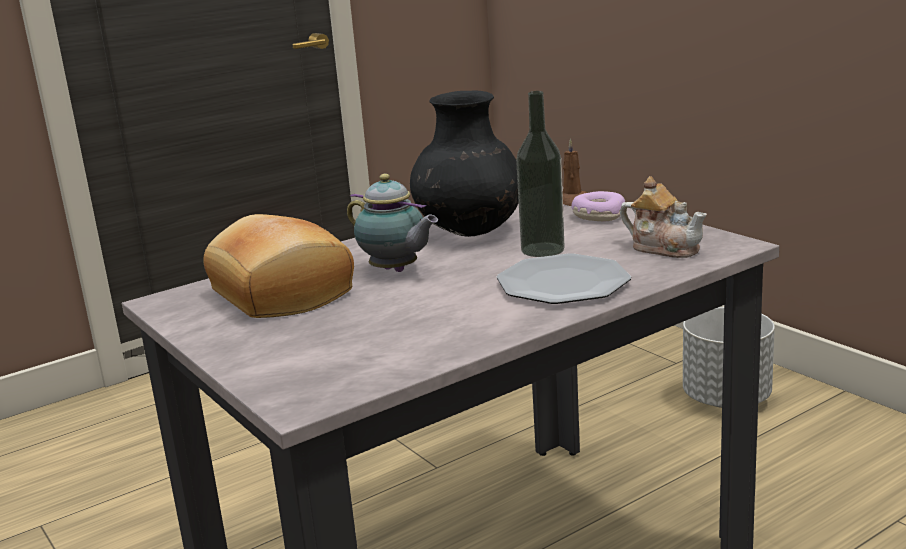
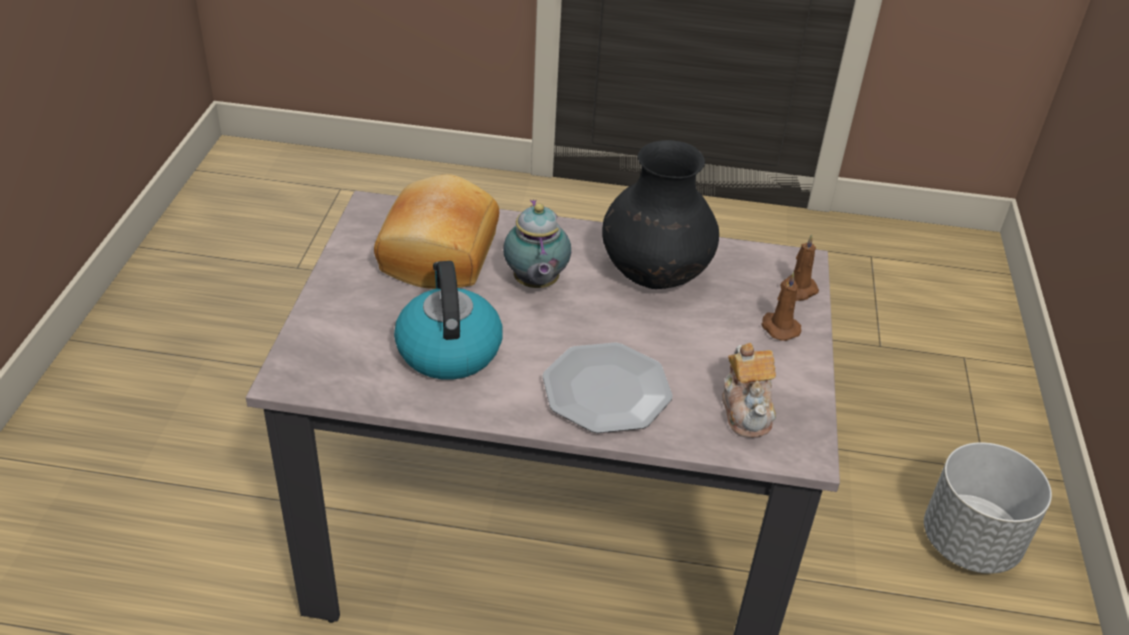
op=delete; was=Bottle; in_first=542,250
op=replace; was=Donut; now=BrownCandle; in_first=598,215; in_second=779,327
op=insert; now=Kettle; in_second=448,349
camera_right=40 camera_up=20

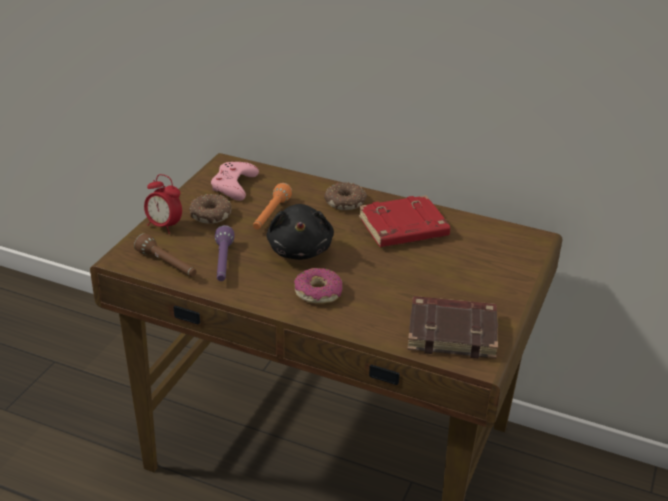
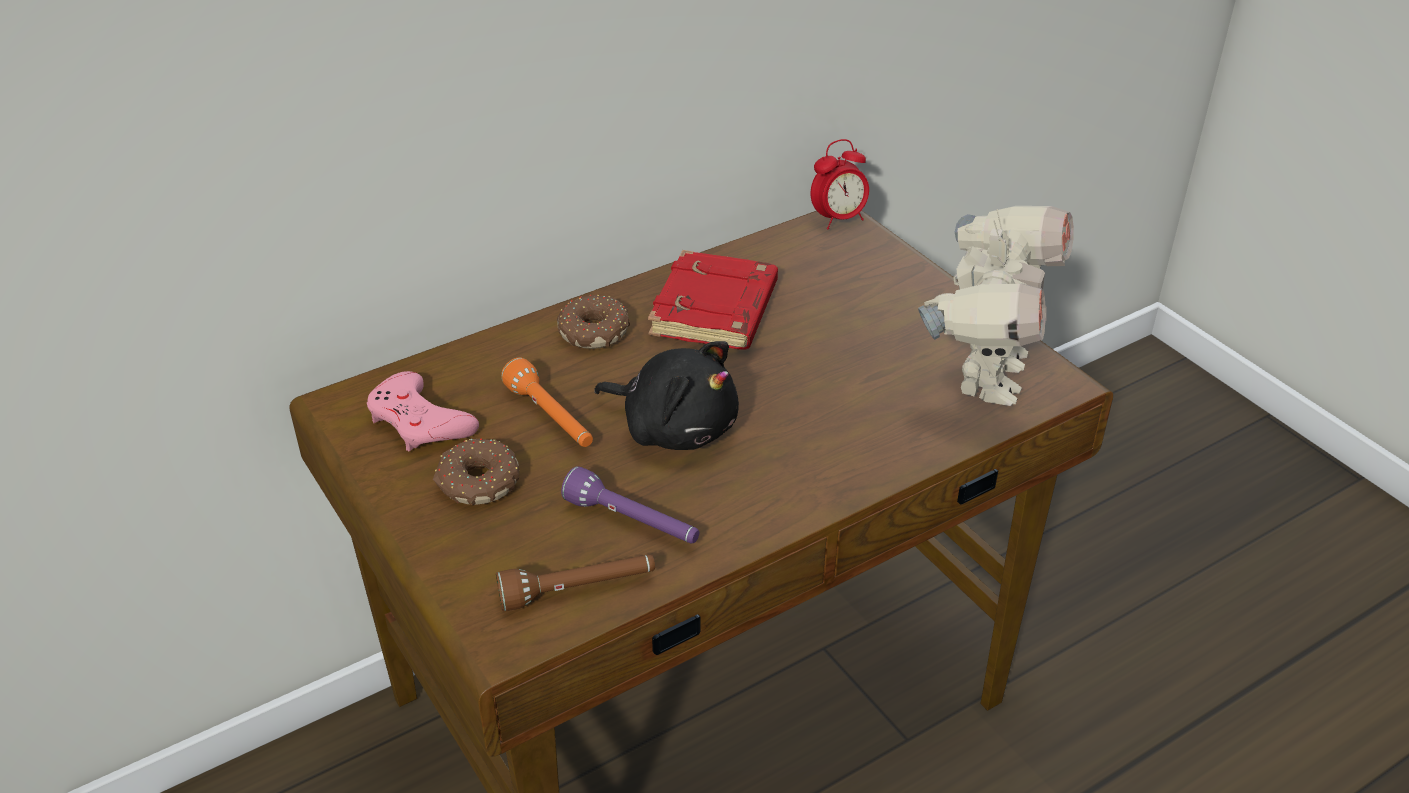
op=move; was=AlarmClock; in_first=164,226; in_second=838,219
op=delete; was=Donut; in_first=318,292
op=replace; was=BrownBook; now=ToyRobot; in_first=453,332; in_second=984,376
camera_right=-55 camera_up=5

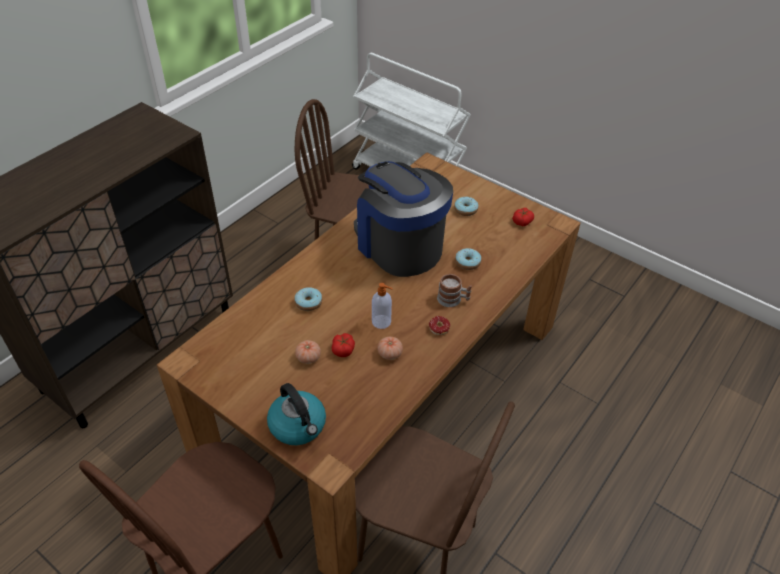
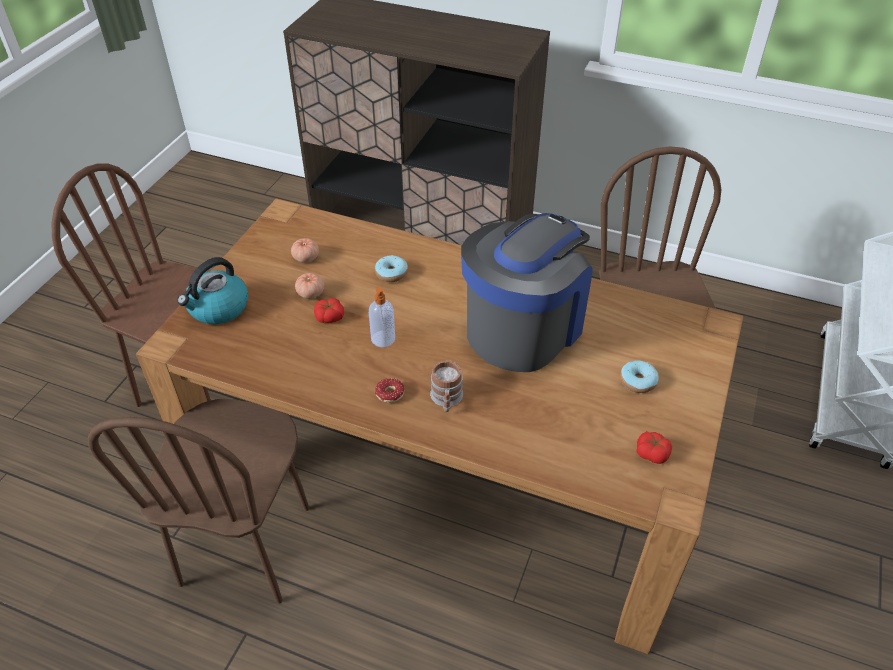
op=delete; was=Donut; in_first=467,263
op=move; was=Tomato; in_first=389,354; in_second=306,257
camera_right=75 camera_up=0

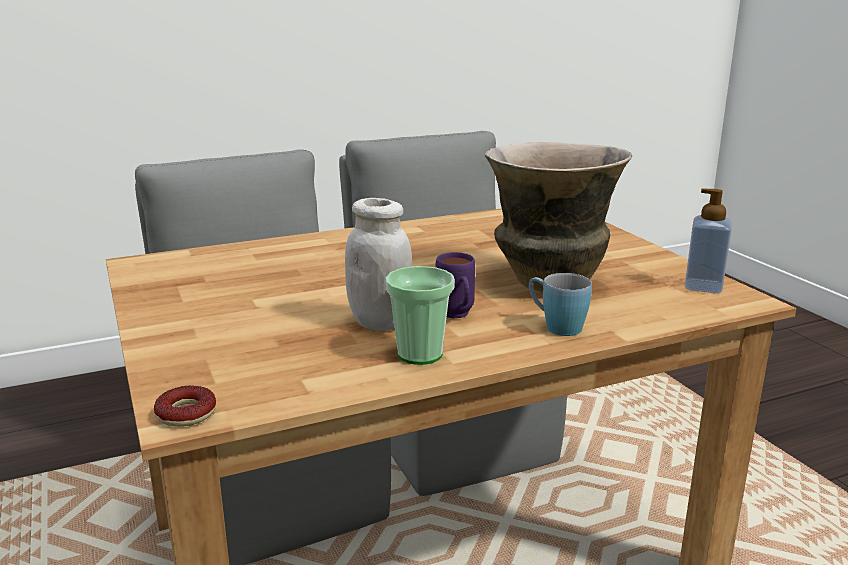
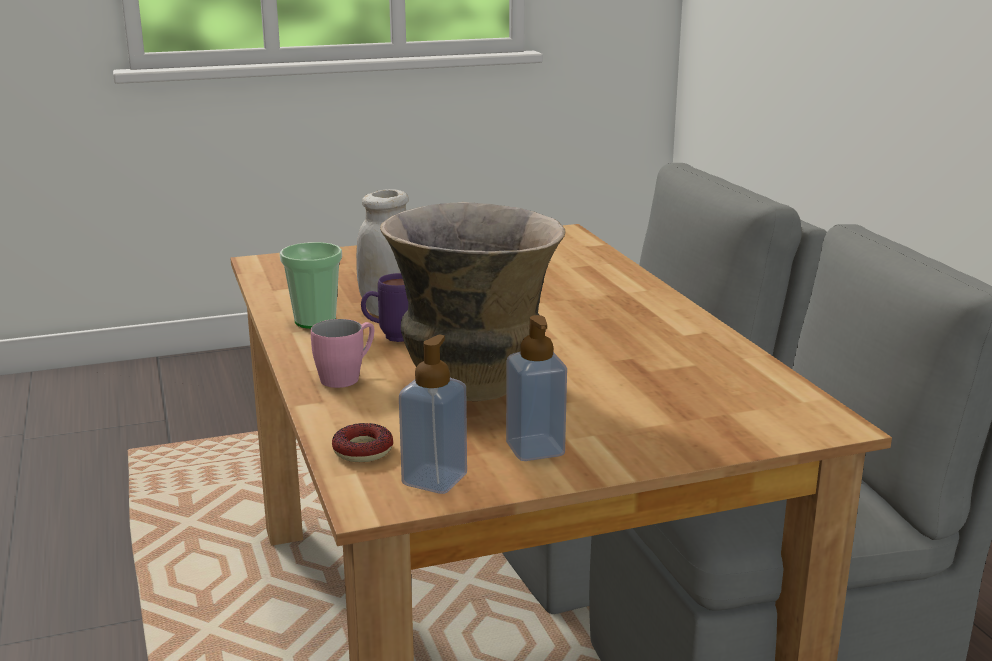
op=recolor; was=BlueMug; now=PinkMug; in_first=555,326; in_second=347,376
op=move; was=Donut; in_first=186,413; in_second=363,450
op=insert; now=SoapDispenser; in_second=535,449
camera_right=95 camera_up=0

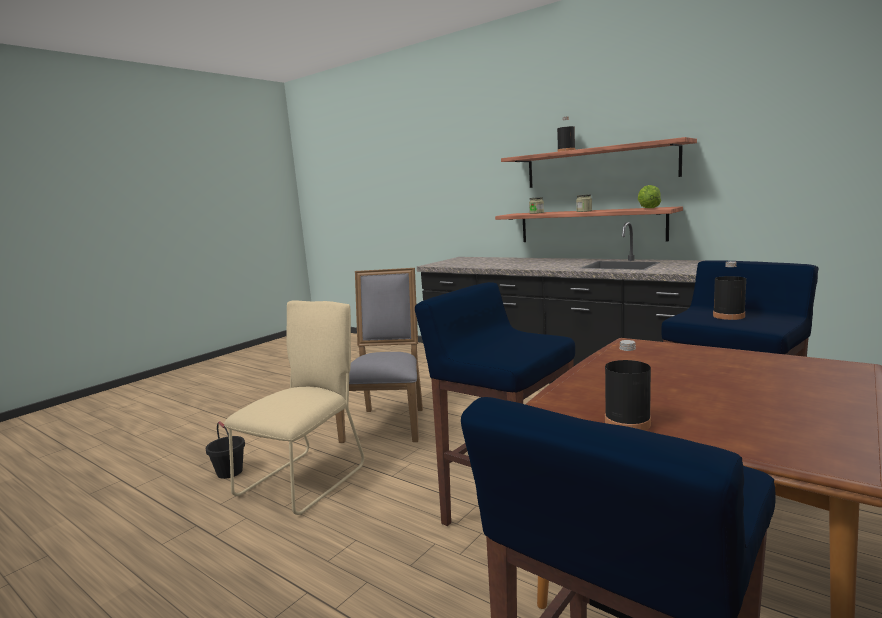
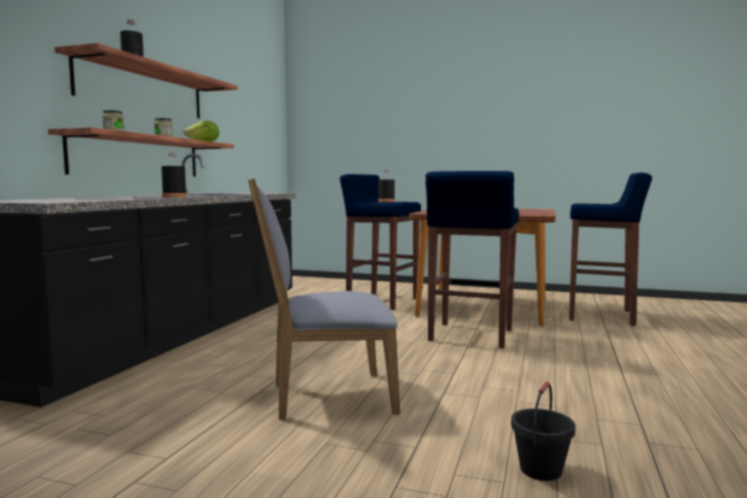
op=delete; was=BeigeChair; in_first=307,478
op=move; was=BlackBottle; in_first=627,422; in_second=174,197
camera_right=-110 camera_up=-5

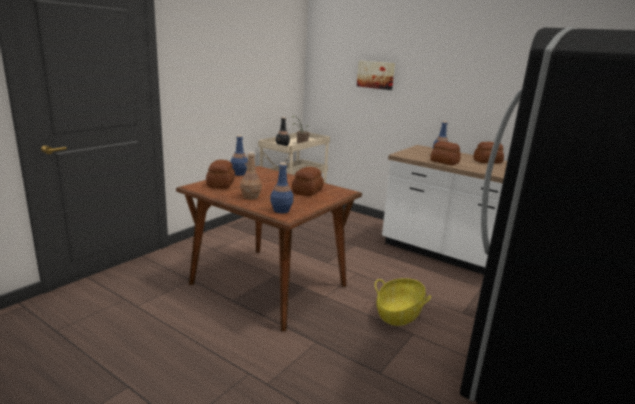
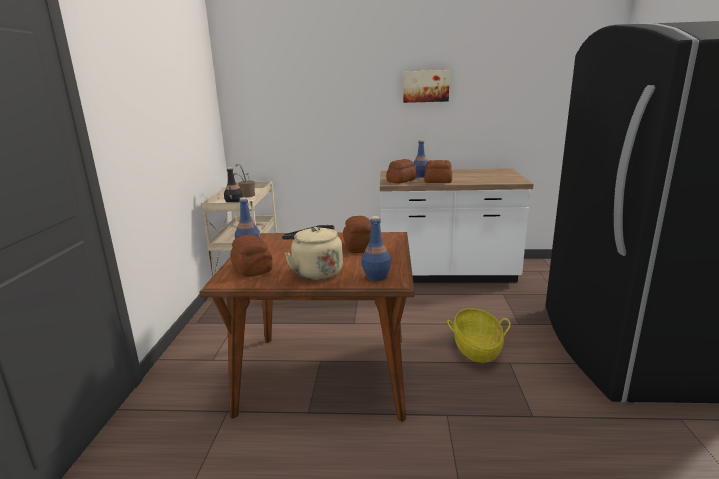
op=move; was=Picture; in_first=376,75; in_second=425,86
op=move; was=Bread; in_first=487,161; in_second=400,181
op=replace; was=BrownBottle; now=BeigeKettle; in_first=251,197; in_second=315,272
camera_right=-30 camera_up=0

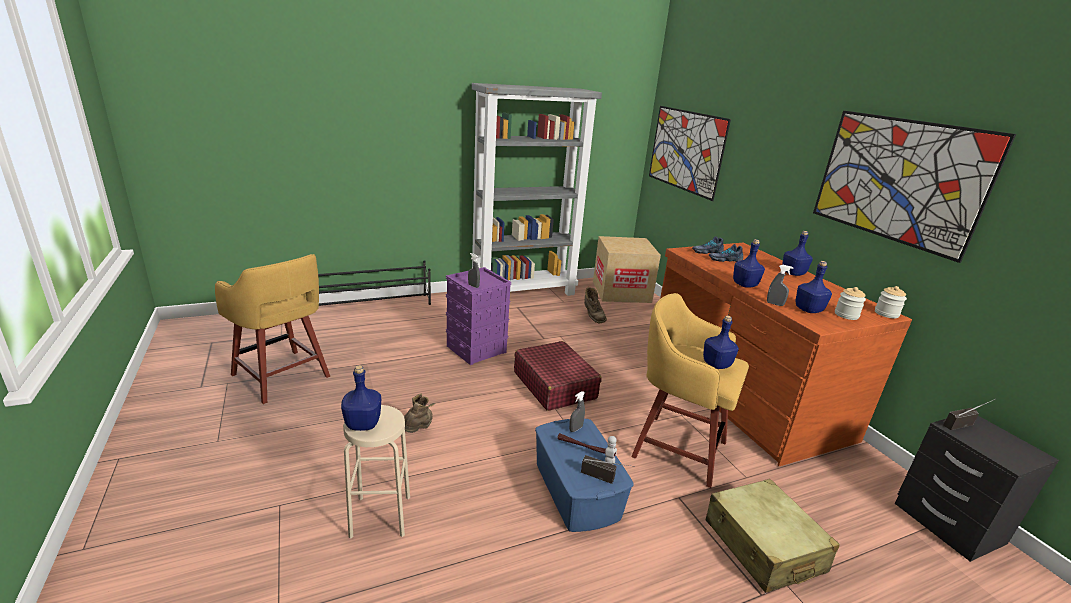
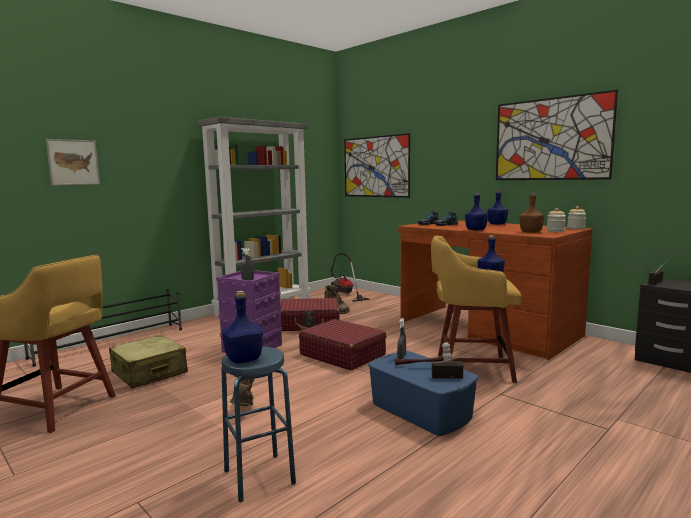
op=replace; was=CardboardBox; now=VacuumCleaner; in_first=621,291; in_second=345,294
op=recolor; was=BlueBottle; now=BrownBottle; in_first=808,310; in_second=531,232
op=delete; was=GreySprayBottle; in_first=774,304
op=recolor; was=BeigeStool; now=BlueStool; in_first=380,516; in_second=259,477
op=move; was=BeigeSuitcase; in_first=763,546; in_second=149,373
op=insert; now=Picture; in_second=73,162
op=insert; now=RedSuitcase; in_second=310,324
camera_right=-20 camera_up=-15

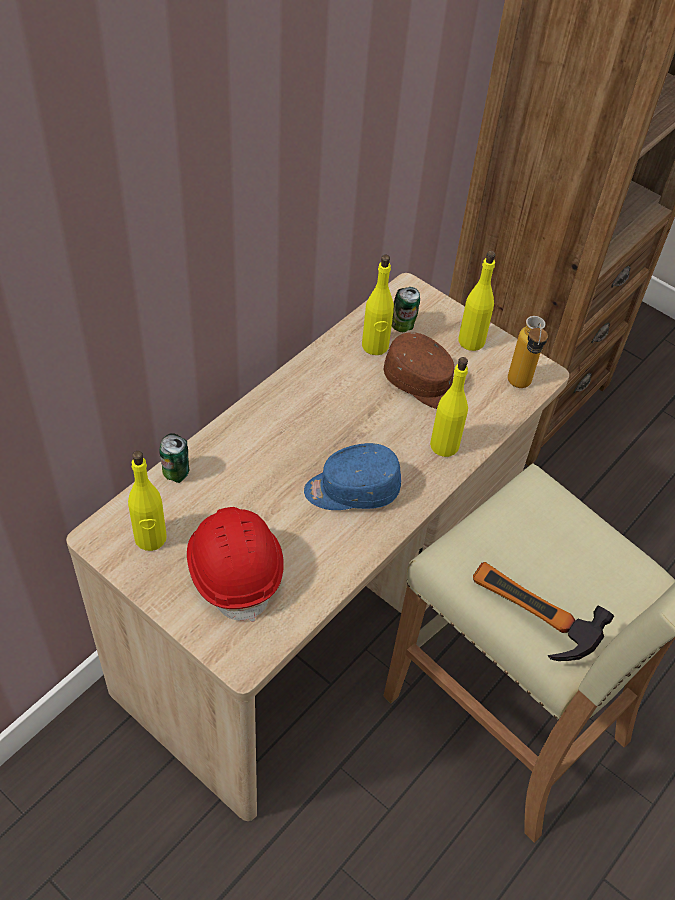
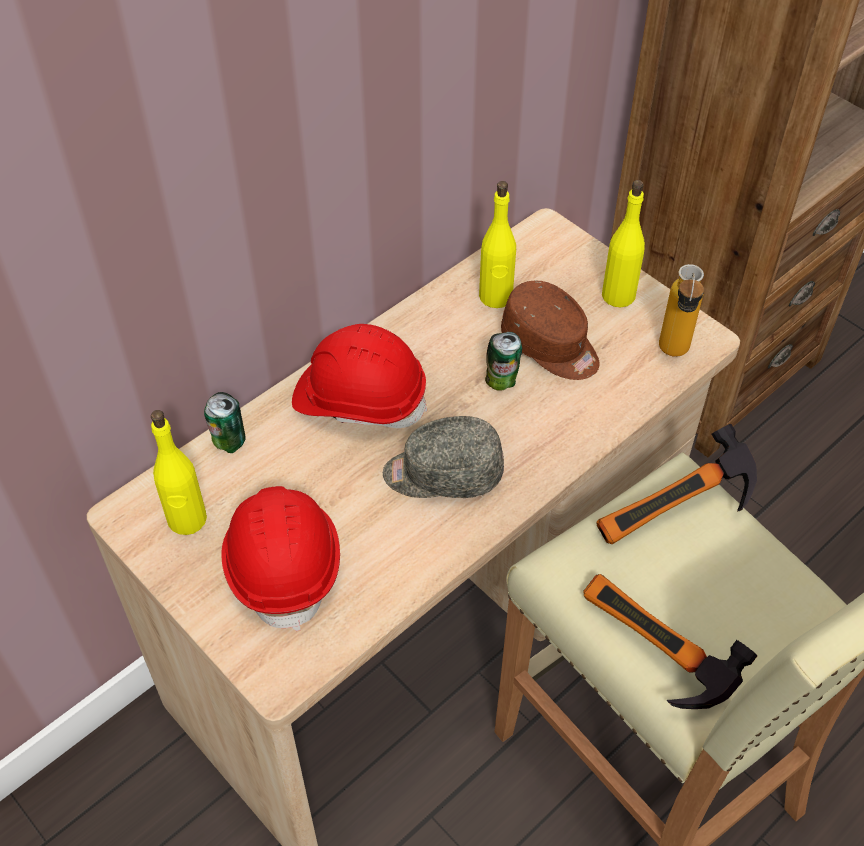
op=move; was=Can; in_first=403,326; in_second=502,381
op=delete; was=YellowBottle; in_first=444,445
op=recolor; was=BlueCap; now=GreyCap; in_first=351,490; in_second=442,473
op=insert; now=RedHardHat; in_second=359,399
op=insert; now=Hammer; in_second=677,517
camera_right=10 camera_up=0

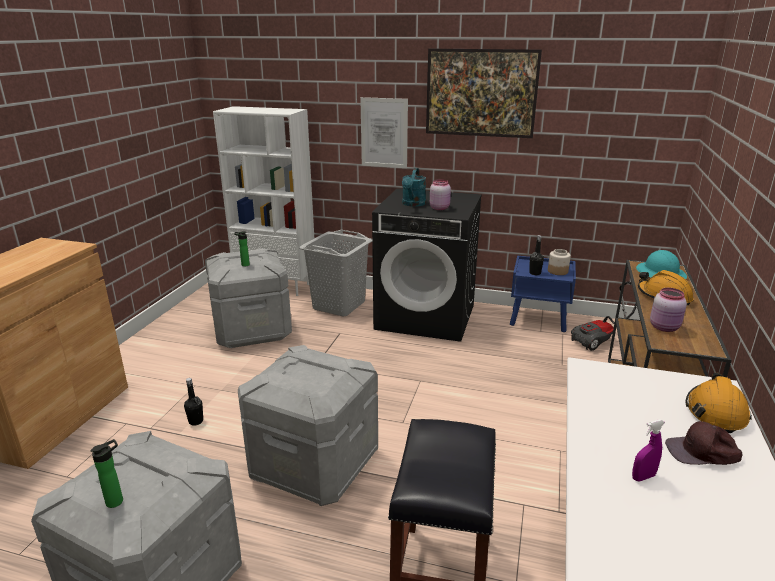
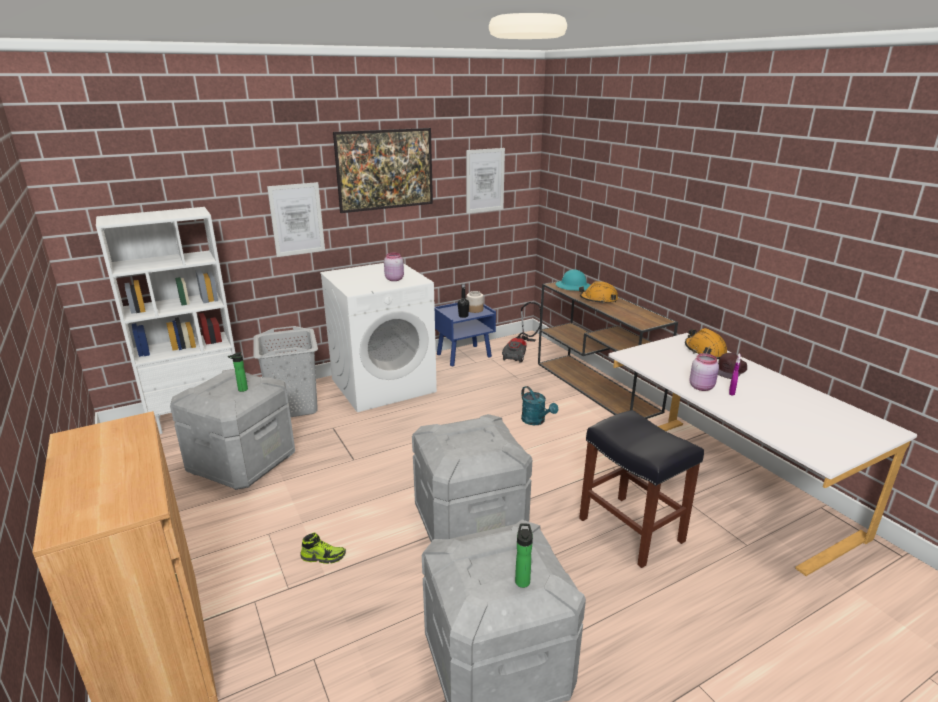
op=move; was=TurquoiseWateringCan; in_first=413,204; in_second=536,421
op=recolor; was=BlackWashingMachine; now=WhiteWashingMachine; in_first=426,317; in_second=383,385
op=move; was=PinkJar; in_first=665,327; in_second=702,387
op=replace; was=BlackBottle; now=Shoe; in_first=196,421; in_second=323,557
op=insert; now=Picture; in_second=485,180
camera_right=-45 camera_up=0

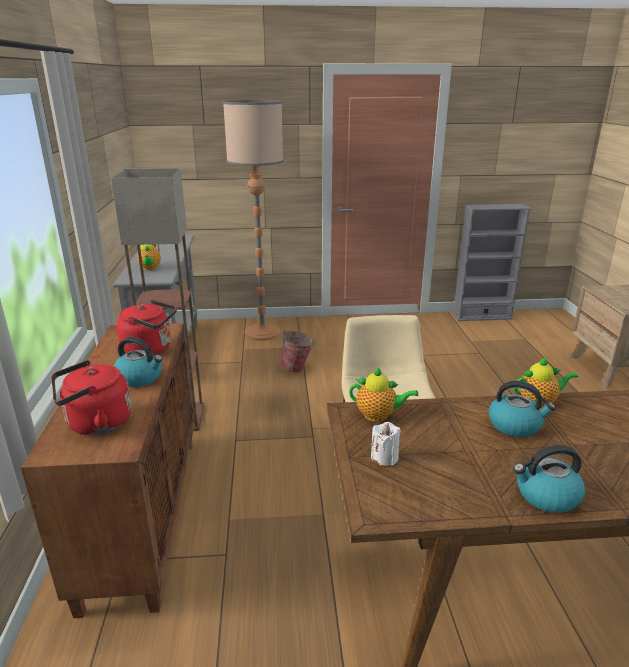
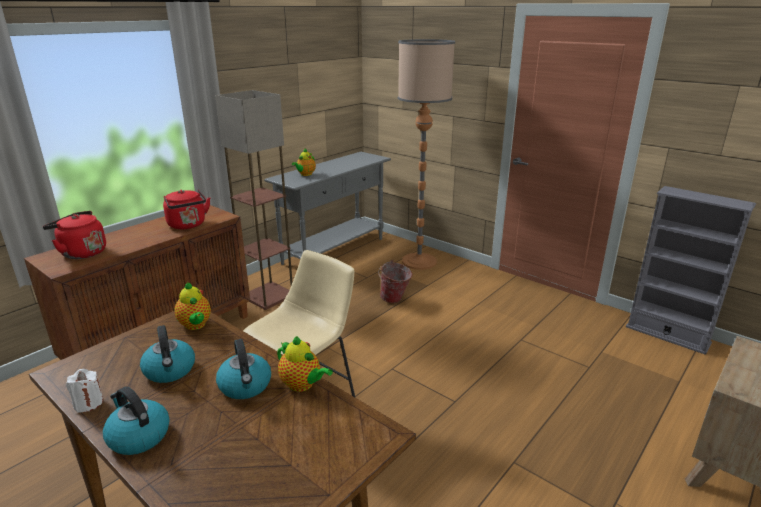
op=move; was=Kettle; in_first=140,378; in_second=170,370
op=move; was=WhiteCandle; in_first=384,457; in_second=88,403
camera_right=45 camera_up=0

